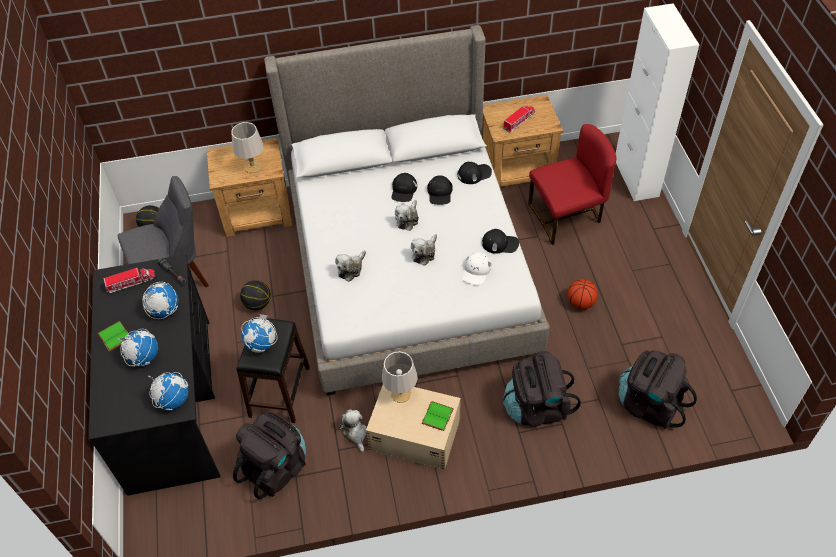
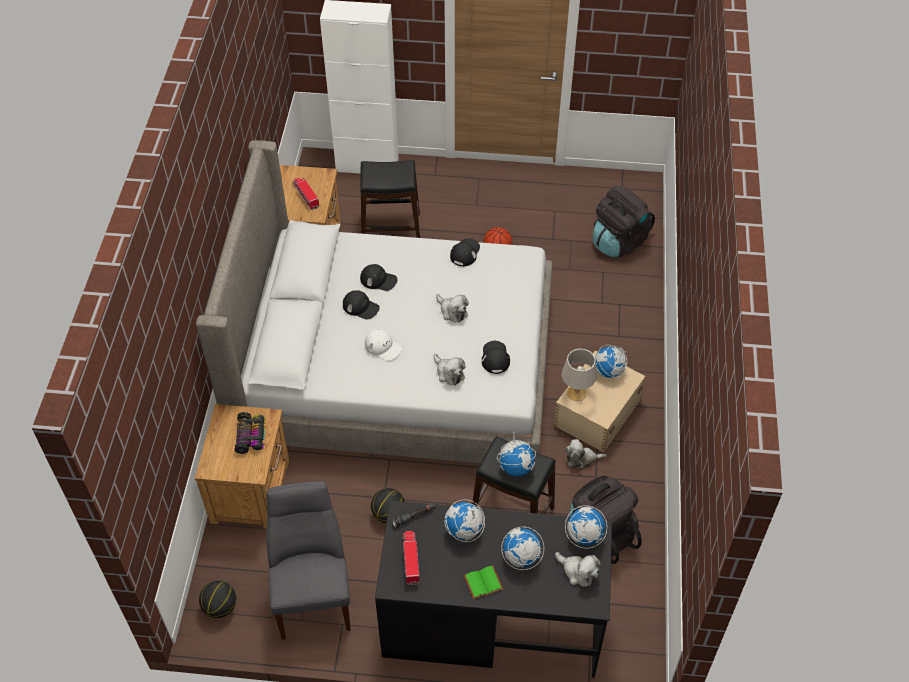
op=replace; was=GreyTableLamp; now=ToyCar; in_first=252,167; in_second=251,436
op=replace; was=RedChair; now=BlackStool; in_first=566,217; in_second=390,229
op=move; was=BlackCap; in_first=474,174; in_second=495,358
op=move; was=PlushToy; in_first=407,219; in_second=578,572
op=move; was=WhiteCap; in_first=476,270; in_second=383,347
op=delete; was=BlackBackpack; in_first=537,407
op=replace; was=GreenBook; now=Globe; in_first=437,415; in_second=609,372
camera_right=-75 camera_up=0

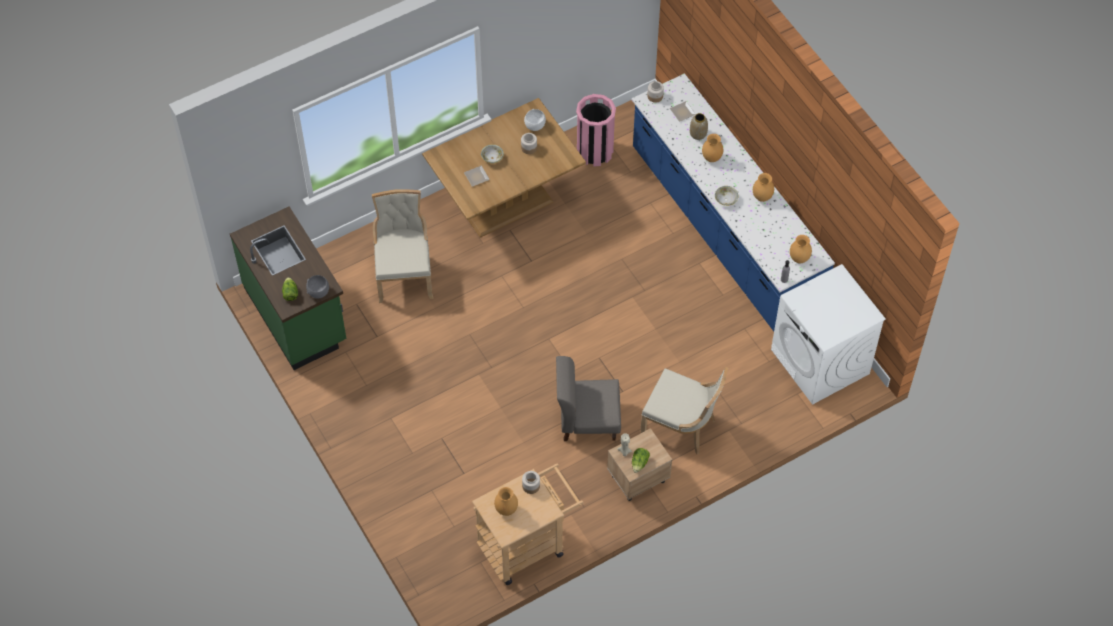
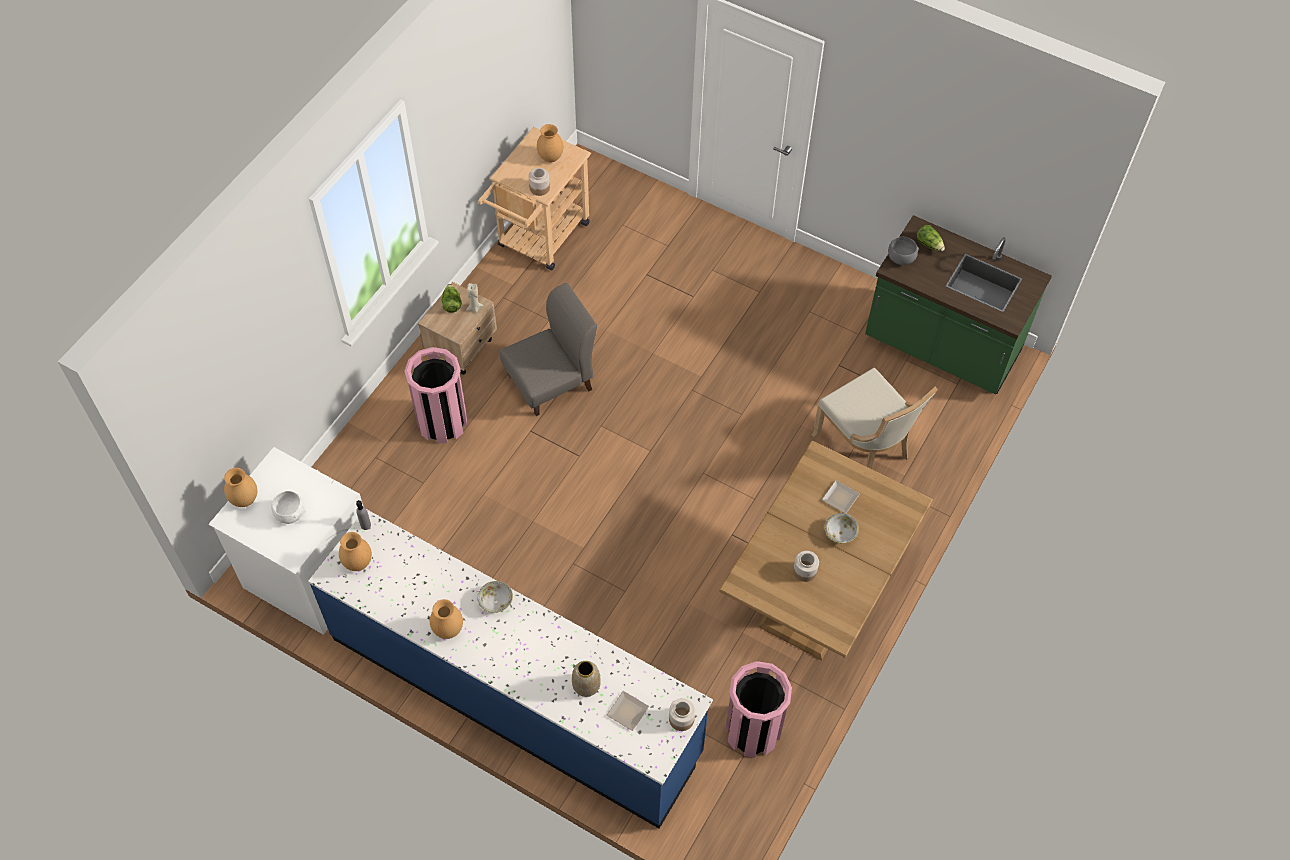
op=move; was=WhiteBowl; in_first=535,126; in_second=290,513
op=move; was=BrownVase; in_first=711,158; in_second=245,500
op=replace; was=BeigeChair; now=PinkTrashCan; in_first=681,427; in_second=442,422
camera_right=150 camera_up=0

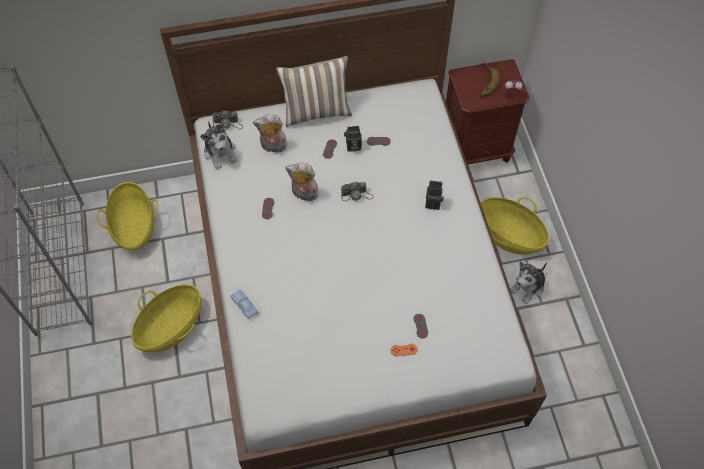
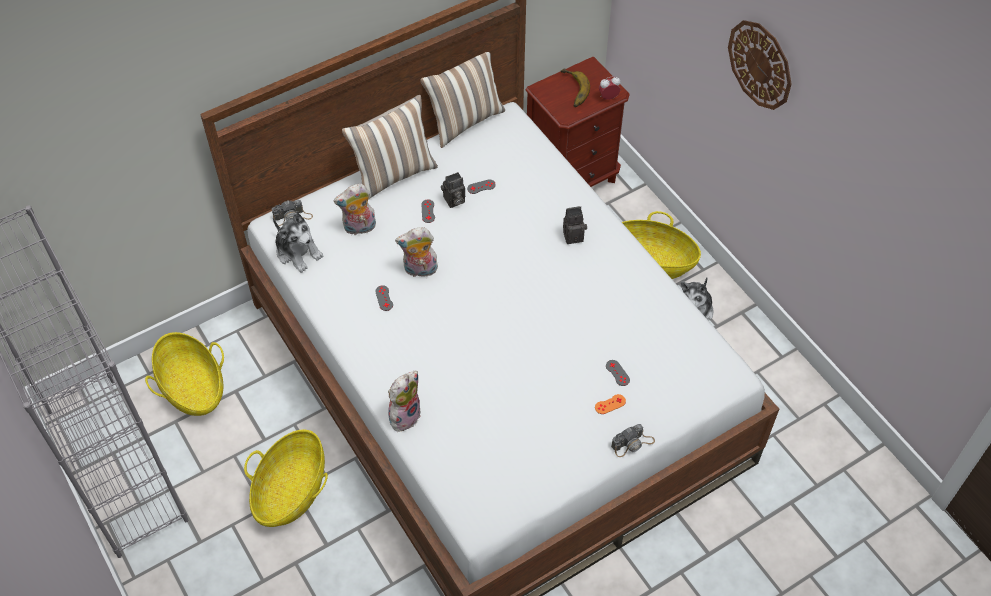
op=move; was=PhotoCamera; in_first=357,195; in_second=632,443
op=replace; was=BlueToyCar; now=PlushToy; in_first=244,305; in_second=404,414
op=insert; now=WallClock; in_second=760,64
op=insert; now=Pillow; in_second=464,121
camera_right=-20 camera_up=-5

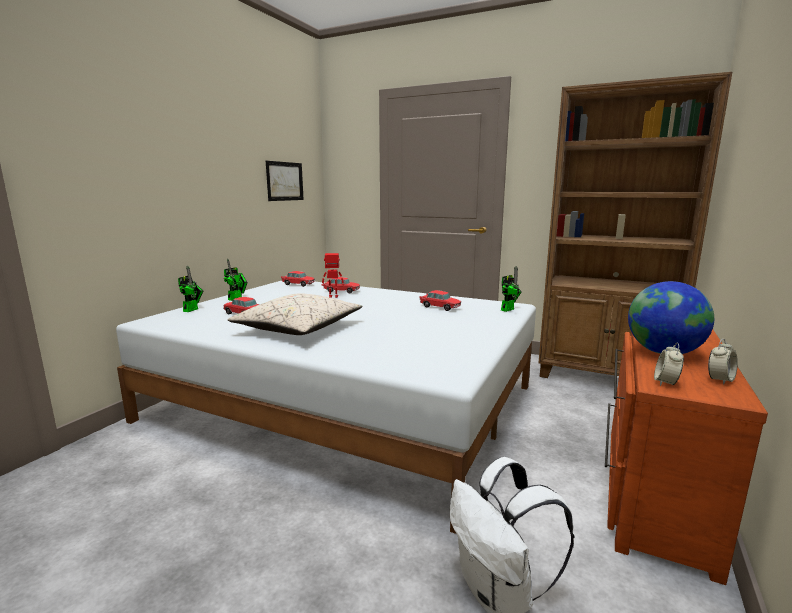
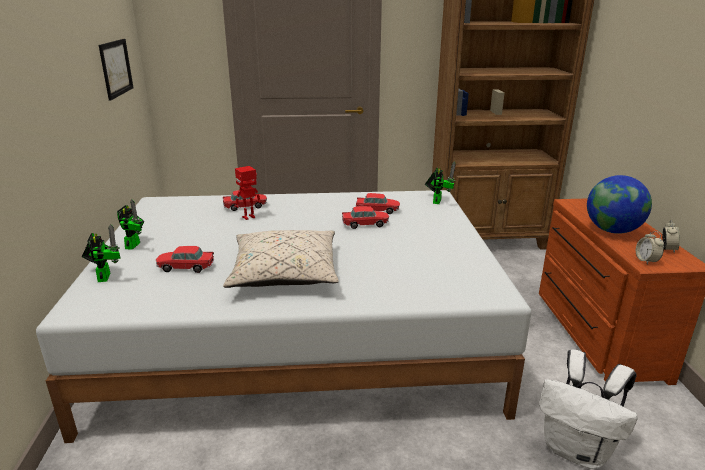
op=move; was=ToyCar; in_first=298,284; in_second=365,224
camera_right=-30 camera_up=10

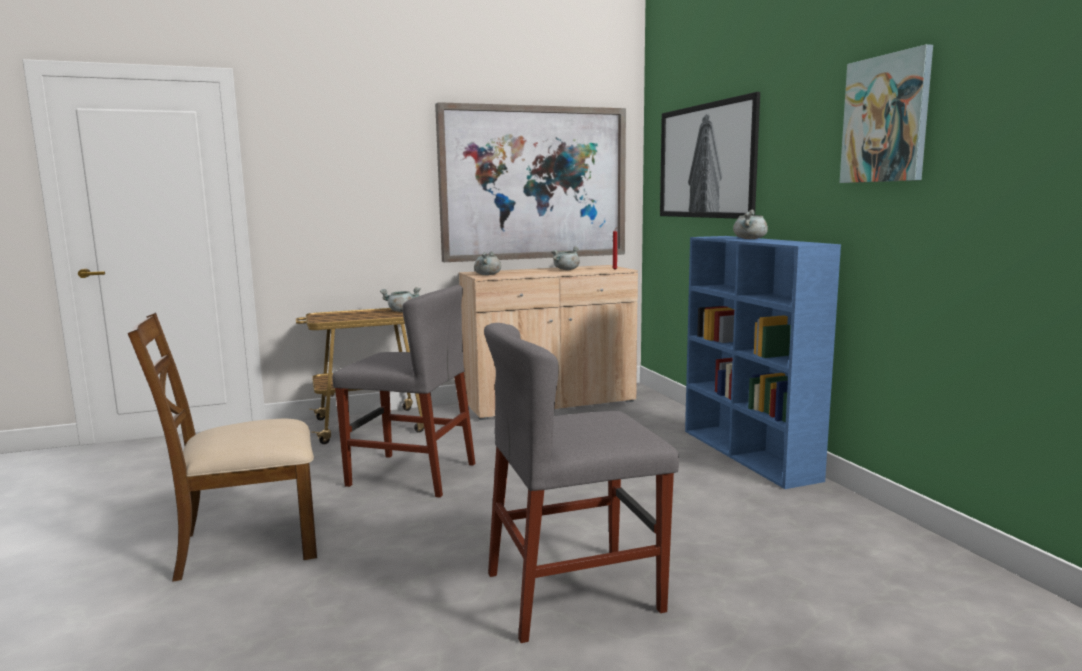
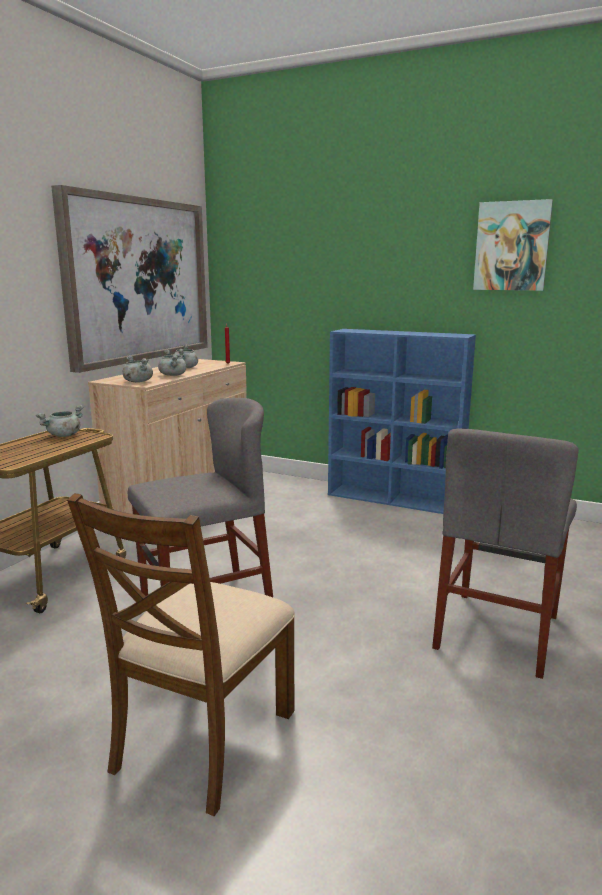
op=delete; was=Picture; in_first=707,161
op=move; was=GreyCookingPot; in_first=750,239; in_second=173,375
camera_right=-45 camera_up=5

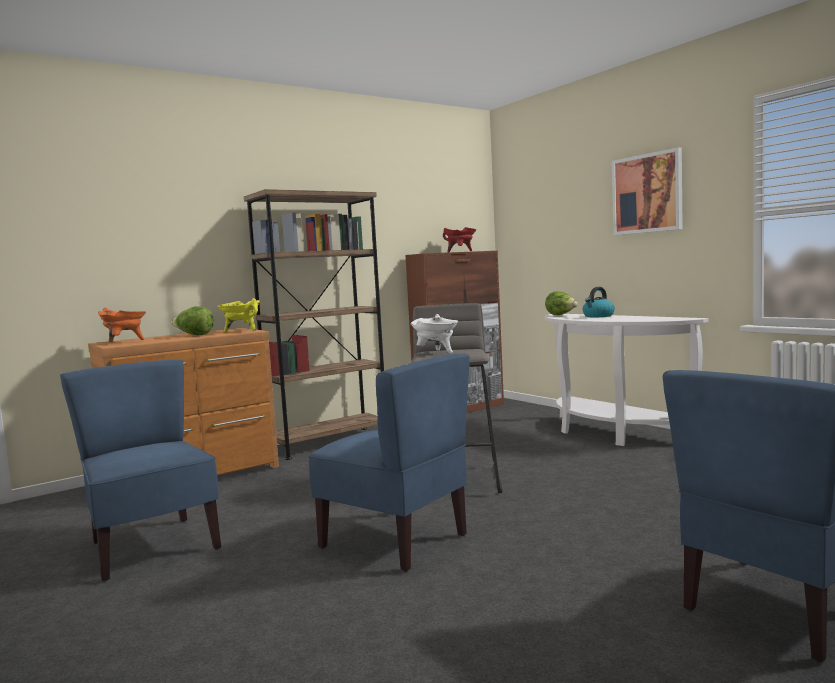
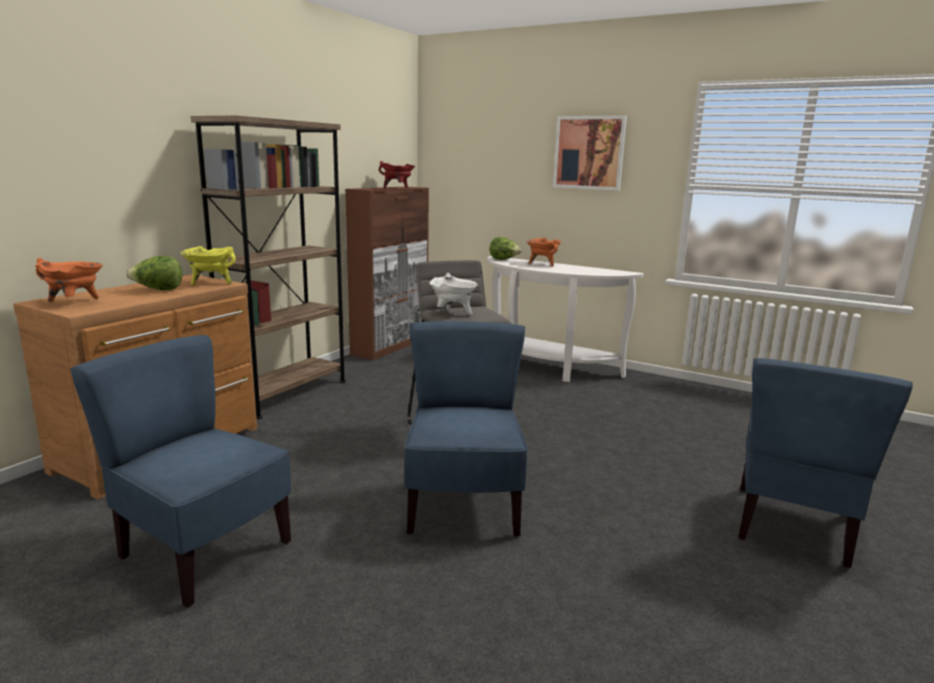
op=replace; was=Kettle; now=OrangeCookingPot; in_first=598,316; in_second=542,264
op=rotate; was=BlueChair; in_first=395,540; in_second=463,506; clockwise=-105
camera_right=-25 camera_up=10

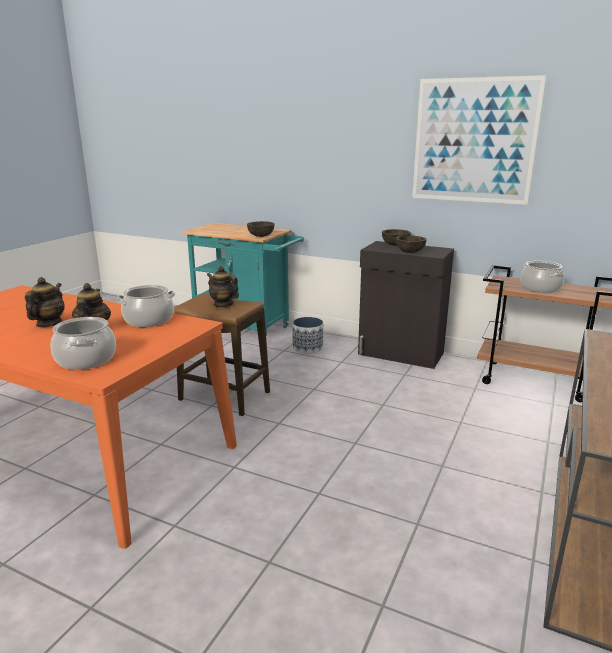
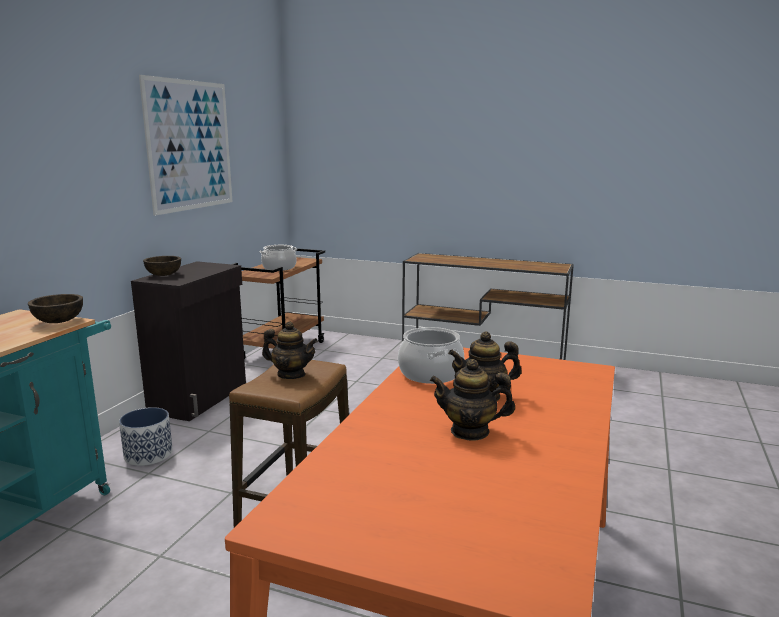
op=delete; was=BrownBowl; in_first=410,252
op=rotate; was=Teapot; in_first=223,304; in_second=291,375; clockwise=-105
op=delete; was=CookingPot; in_first=86,359
camera_right=-95 camera_up=-5

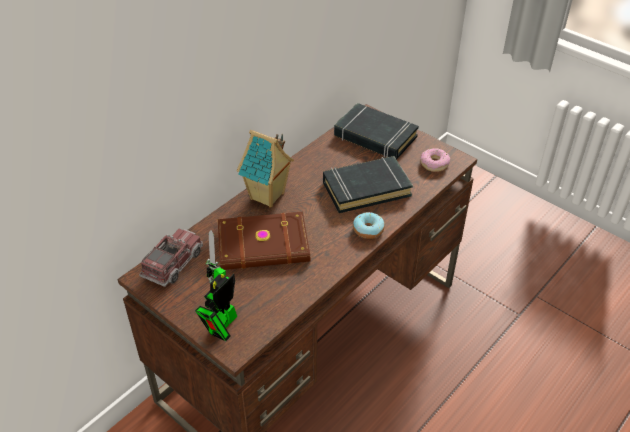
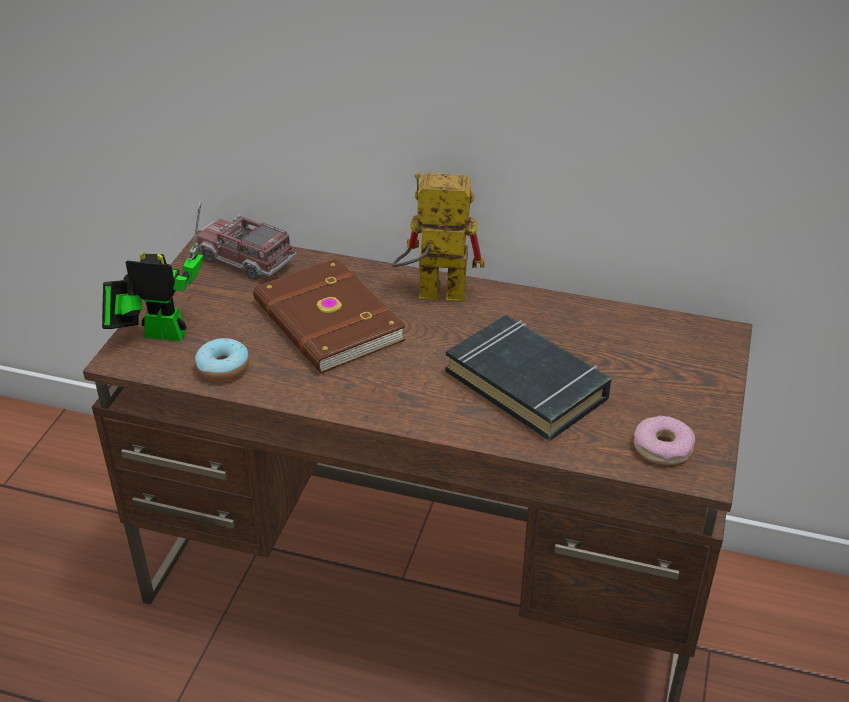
op=delete; was=BlackBook; in_first=375,137
op=replace; was=ToyHouse; now=ToyRobot; in_first=268,196; in_second=431,294
op=move; was=Donut; in_first=368,230; in_second=223,368
op=rotate; was=ToyTruck; in_first=173,264; in_second=246,260; clockwise=-150
camera_right=65 camera_up=-5

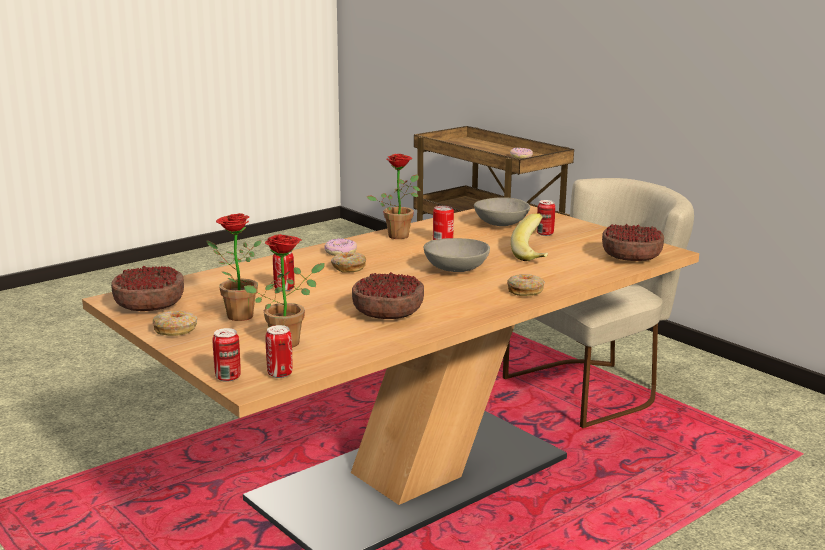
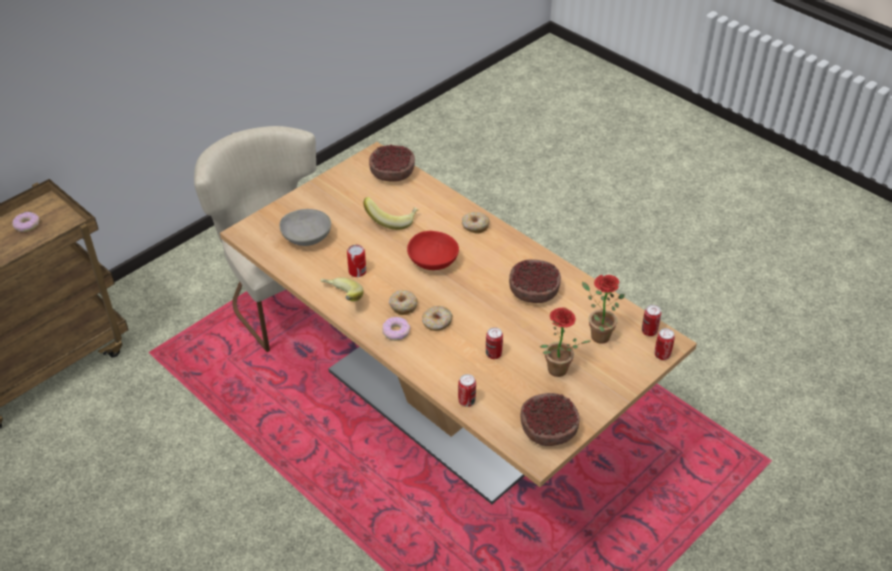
op=replace; was=PottedPlant; now=Banana; in_first=399,234; in_second=340,299
op=move; was=Can; in_first=545,234; in_second=466,401
op=recolor; was=GreyBowl; now=RedBowl; in_first=455,269; in_second=432,261
op=move; was=Donut; in_first=175,330; in_second=403,306
camera_right=-95 camera_up=25

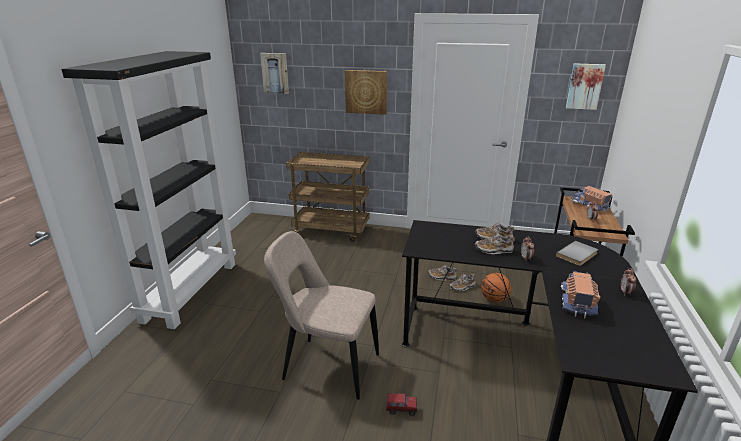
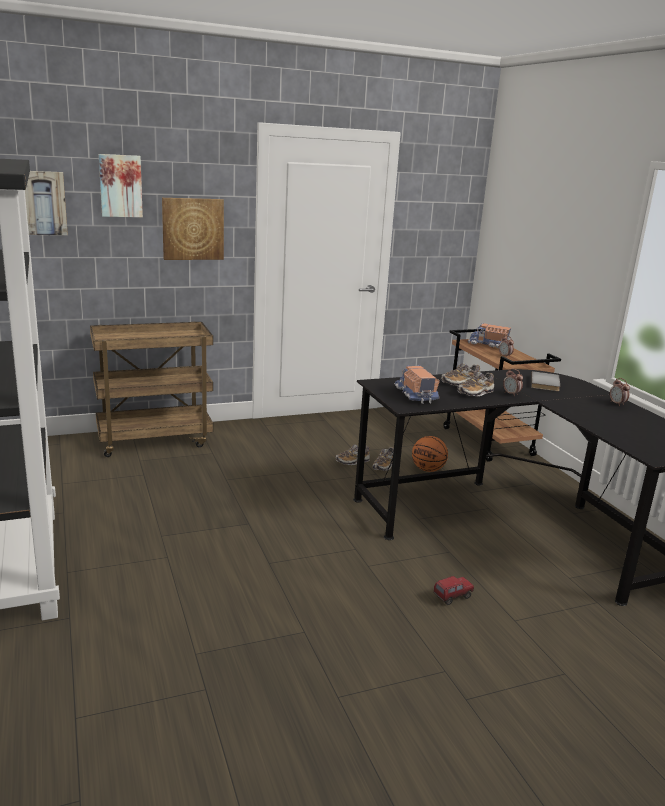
op=move; was=Picture; in_first=584,86; in_second=120,186
op=delete; was=BeigeChair; in_first=327,366
op=move; was=ToyTruck; in_first=576,302; in_second=415,395
camera_right=-35 camera_up=-5

